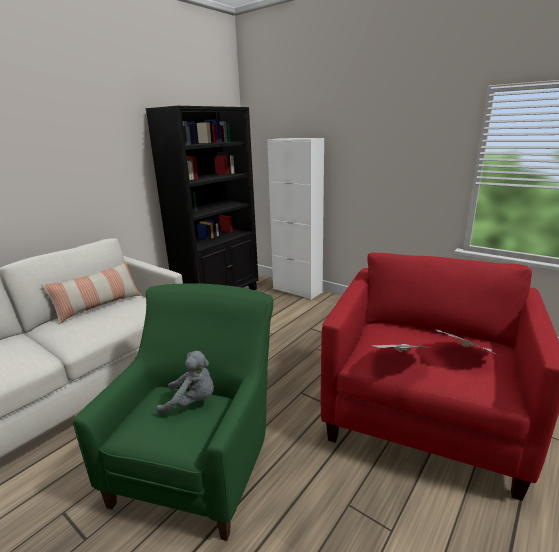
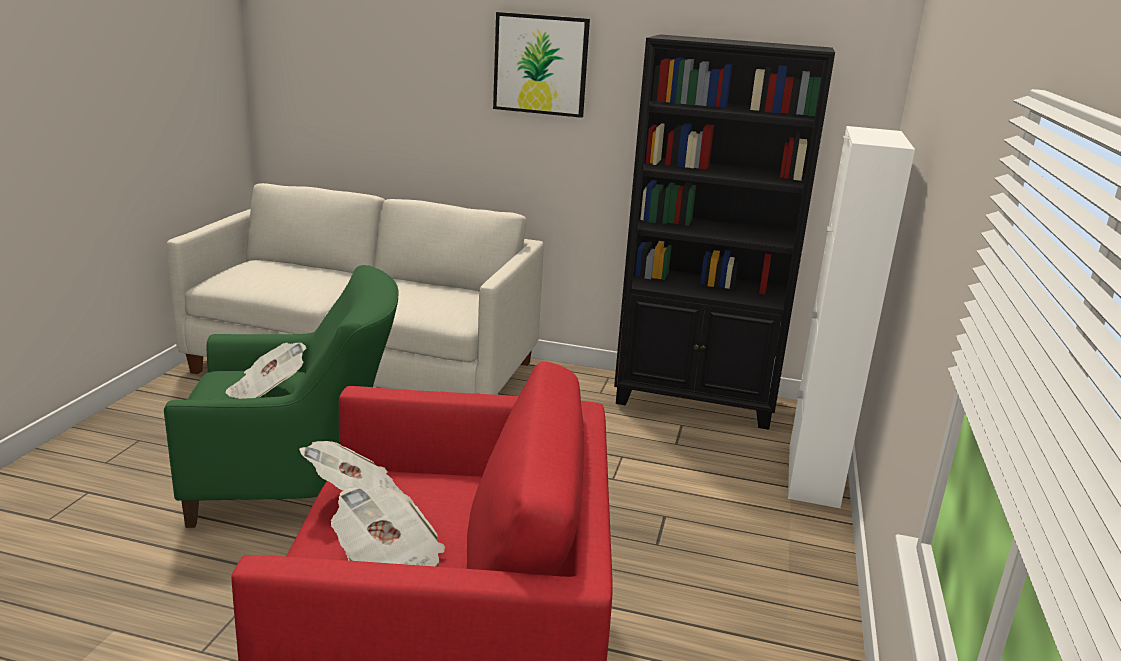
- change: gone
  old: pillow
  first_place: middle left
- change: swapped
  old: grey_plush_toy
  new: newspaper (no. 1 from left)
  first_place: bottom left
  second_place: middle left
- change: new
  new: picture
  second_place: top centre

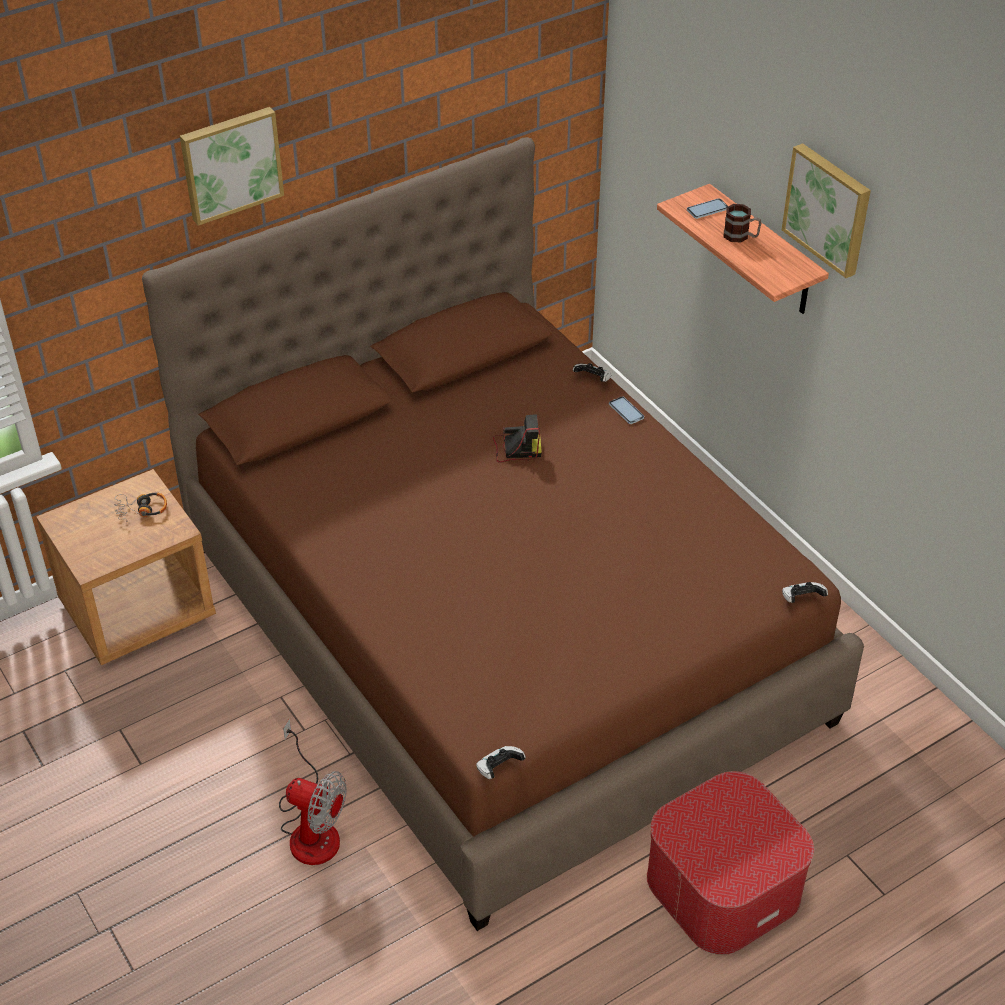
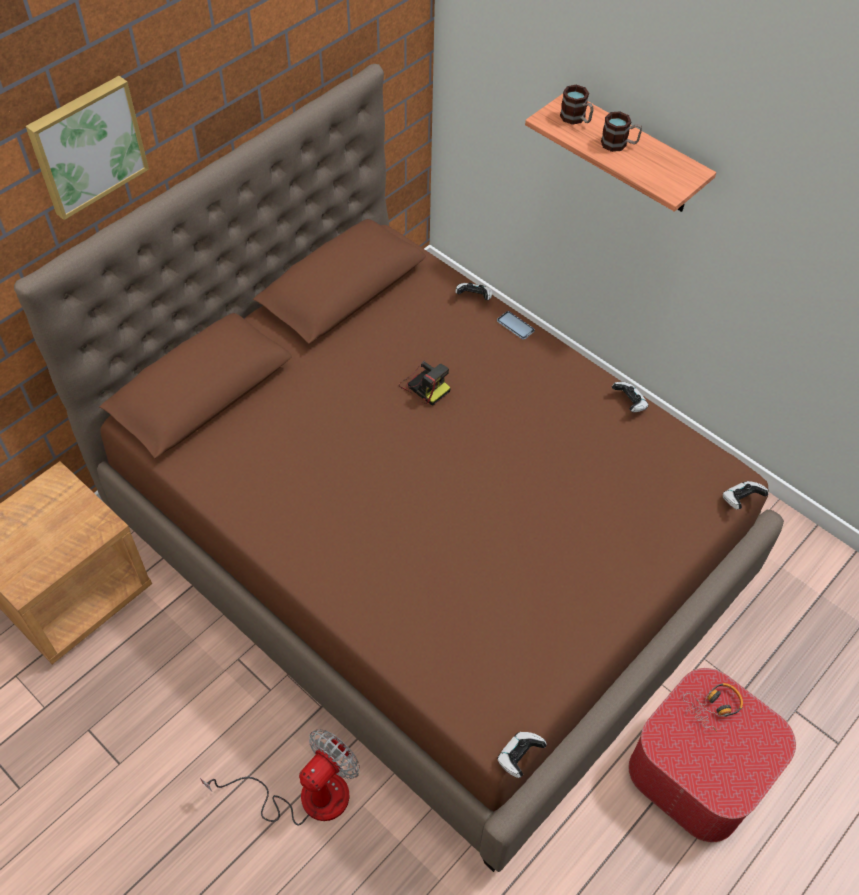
- change: gone
  old: picture (no. 2 from left)
  first_place: top right
- change: swapped
  old: phone (no. 2 from left)
  new: mug (no. 1 from left)
  first_place: top right
  second_place: top right
- change: rotated
  old: photo_camera
  first_place: centre
  second_place: centre
  degrees: 60
- change: shifted
  old: headphones
  first_place: middle left
  second_place: bottom right
- change: rotated
  old: fan
  first_place: bottom left
  second_place: bottom left
  degrees: -60
- change: new
  new: game_controller (no. 3 from left)
  second_place: middle right

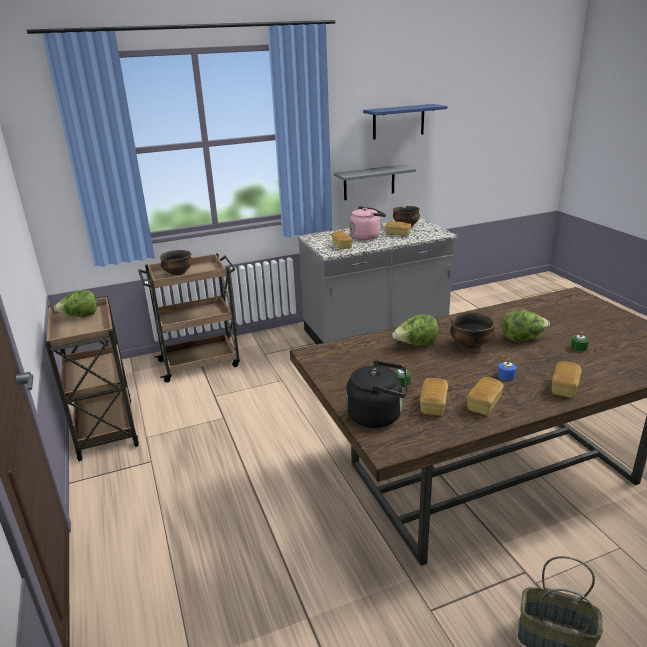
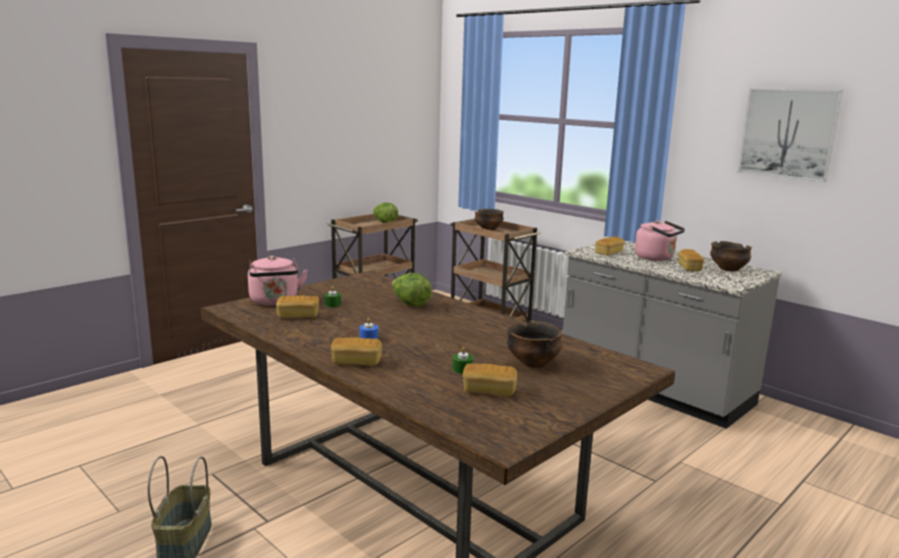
- change: swapped
  old: blue_shelf
  new: picture
  first_place: top centre
  second_place: top right
- change: gone
  old: grey_shelf
  first_place: top centre
- change: gone
  old: lettuce (no. 3 from left)
  first_place: middle right
- change: shifted
  old: bowl (no. 3 from left in the first image)
  new: bowl (no. 2 from left)
  first_place: middle right
  second_place: centre
- change: repainted
  old: black_kettle
  new: pink_kettle (no. 1 from left)
  first_place: centre
  second_place: middle left
- change: shifted
  old: bread (no. 4 from left in the first image)
  new: bread (no. 3 from left)
  first_place: middle right
  second_place: bottom centre

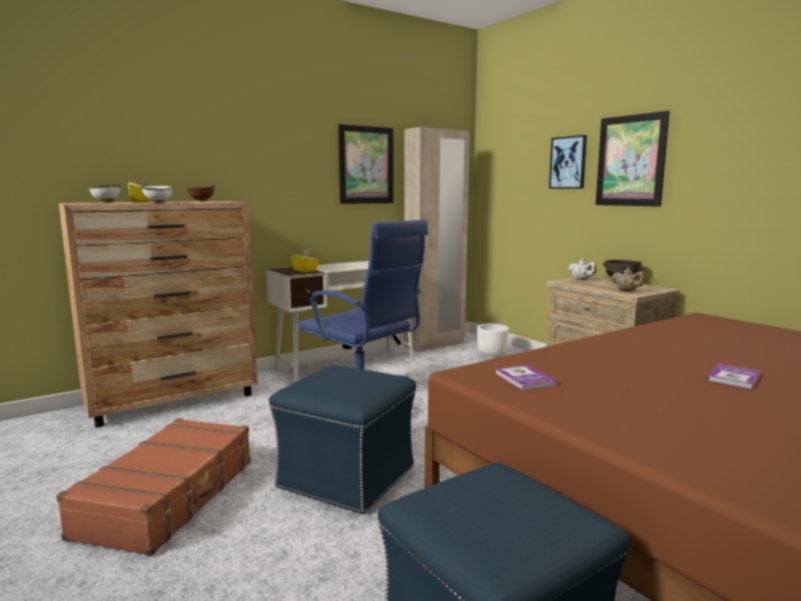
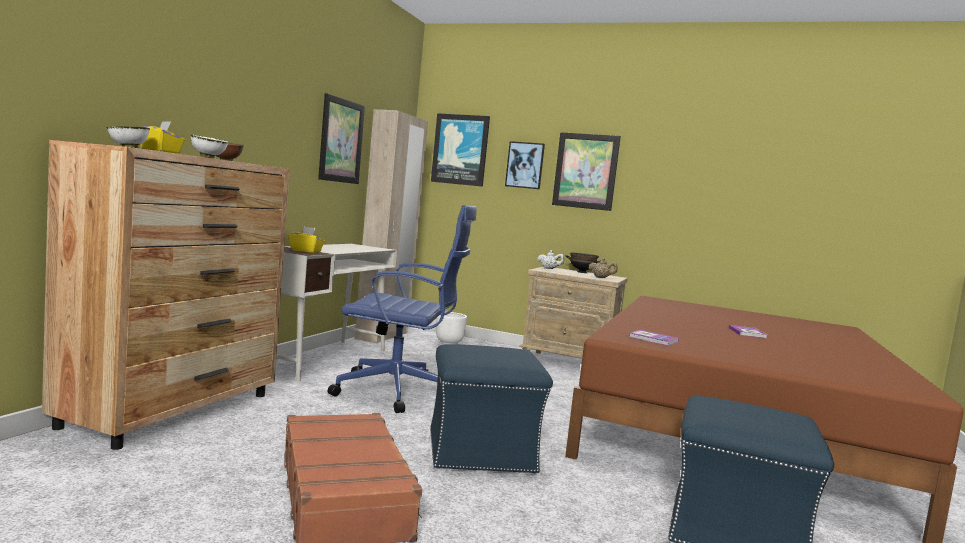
- change: new
  new: picture (no. 2 from left)
  second_place: top centre

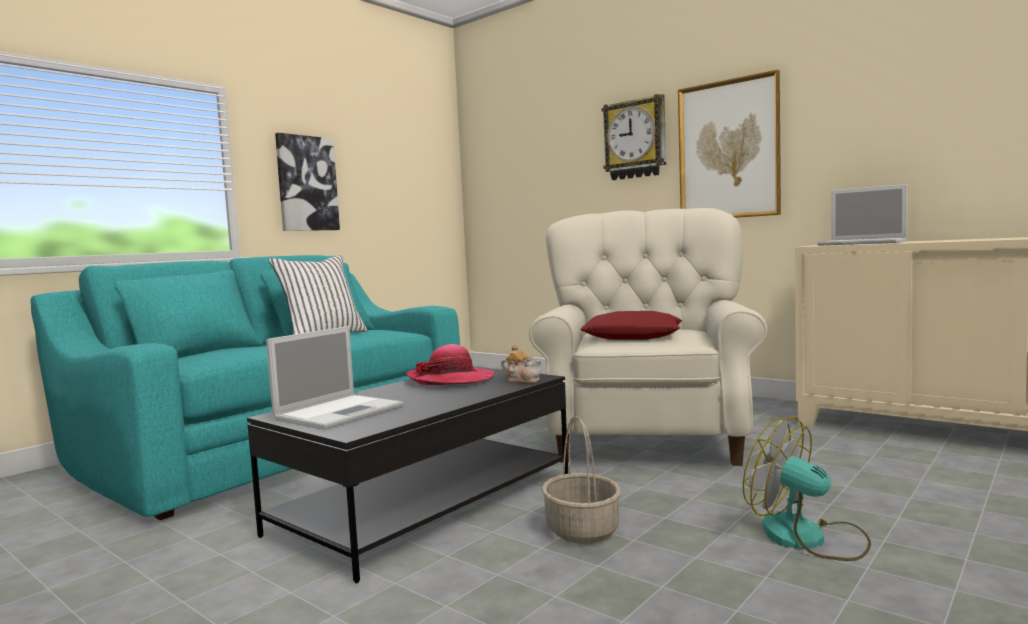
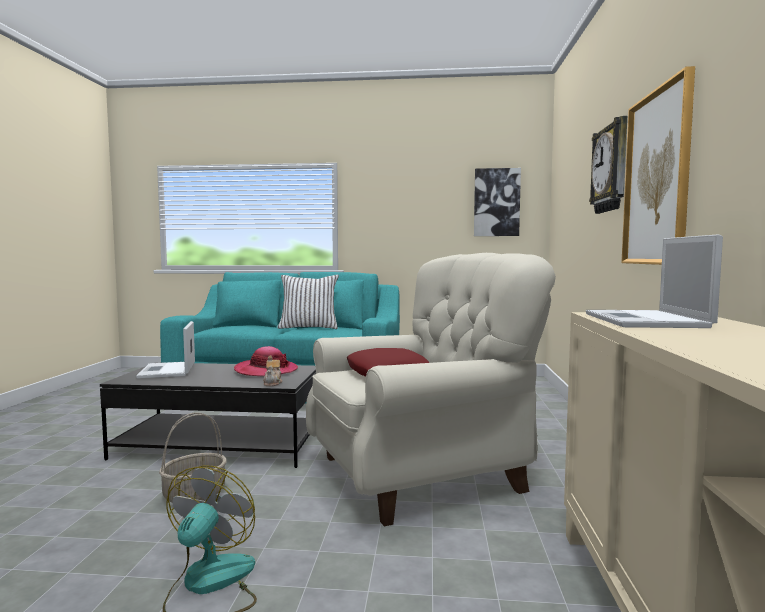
- change: shifted
  old: picture (no. 1 from left)
  first_place: top left
  second_place: top centre
- change: rotated
  old: laptop (no. 1 from left)
  first_place: middle left
  second_place: middle left
  degrees: 75

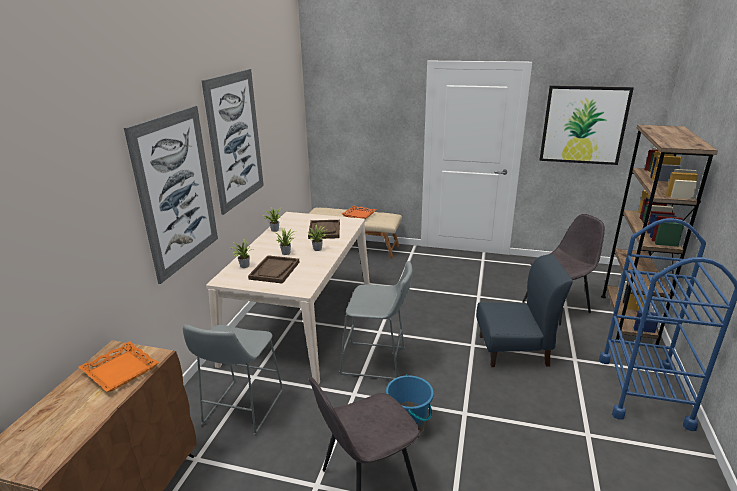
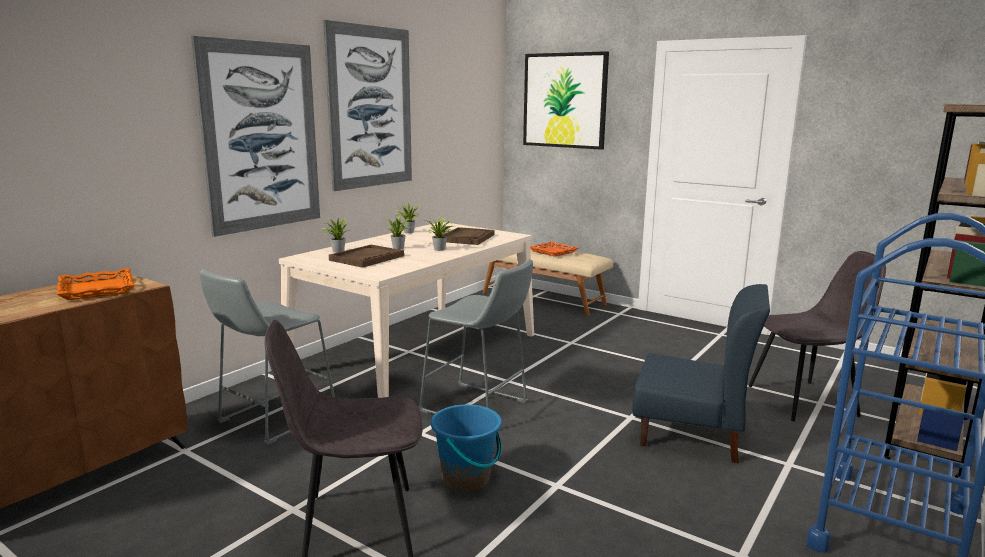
- change: shifted
  old: picture (no. 3 from left)
  first_place: top right
  second_place: top centre

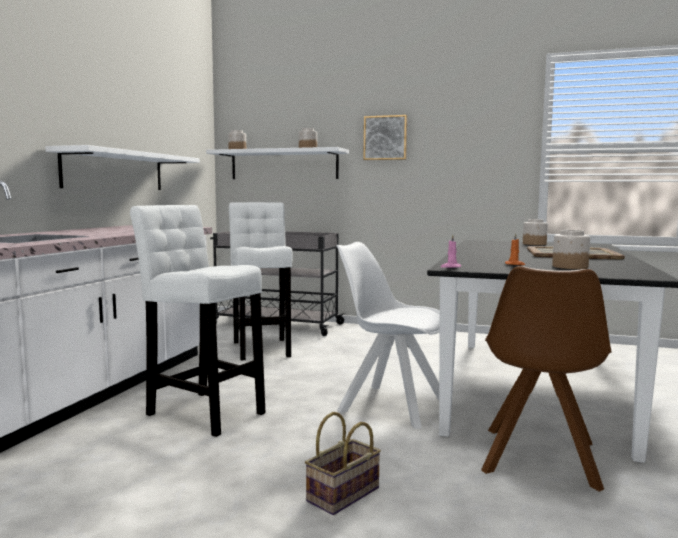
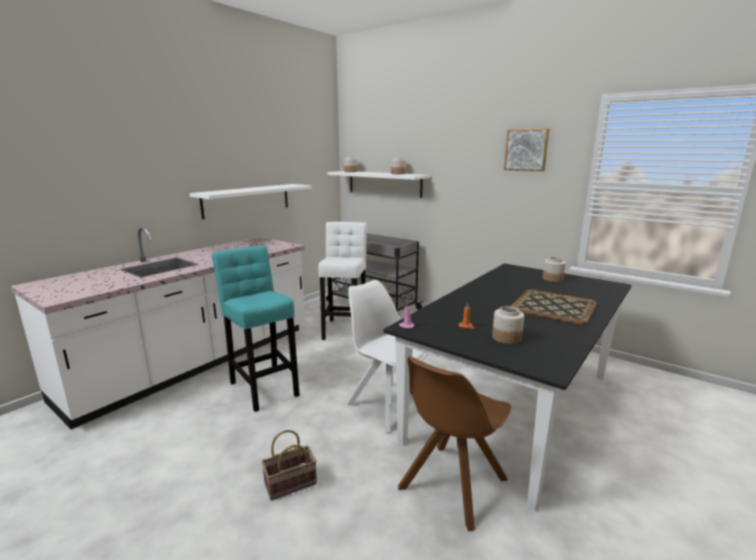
- change: shifted
  old: picture
  first_place: top centre
  second_place: top right
- change: repainted
  old: white_stool (no. 1 from left)
  new: turquoise_stool
  first_place: middle left
  second_place: centre

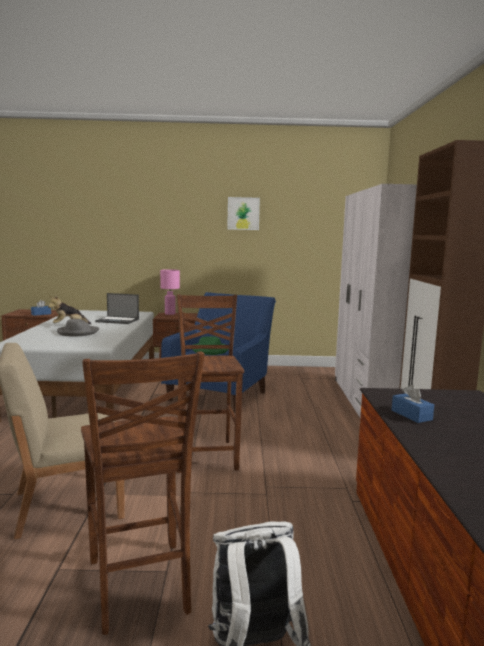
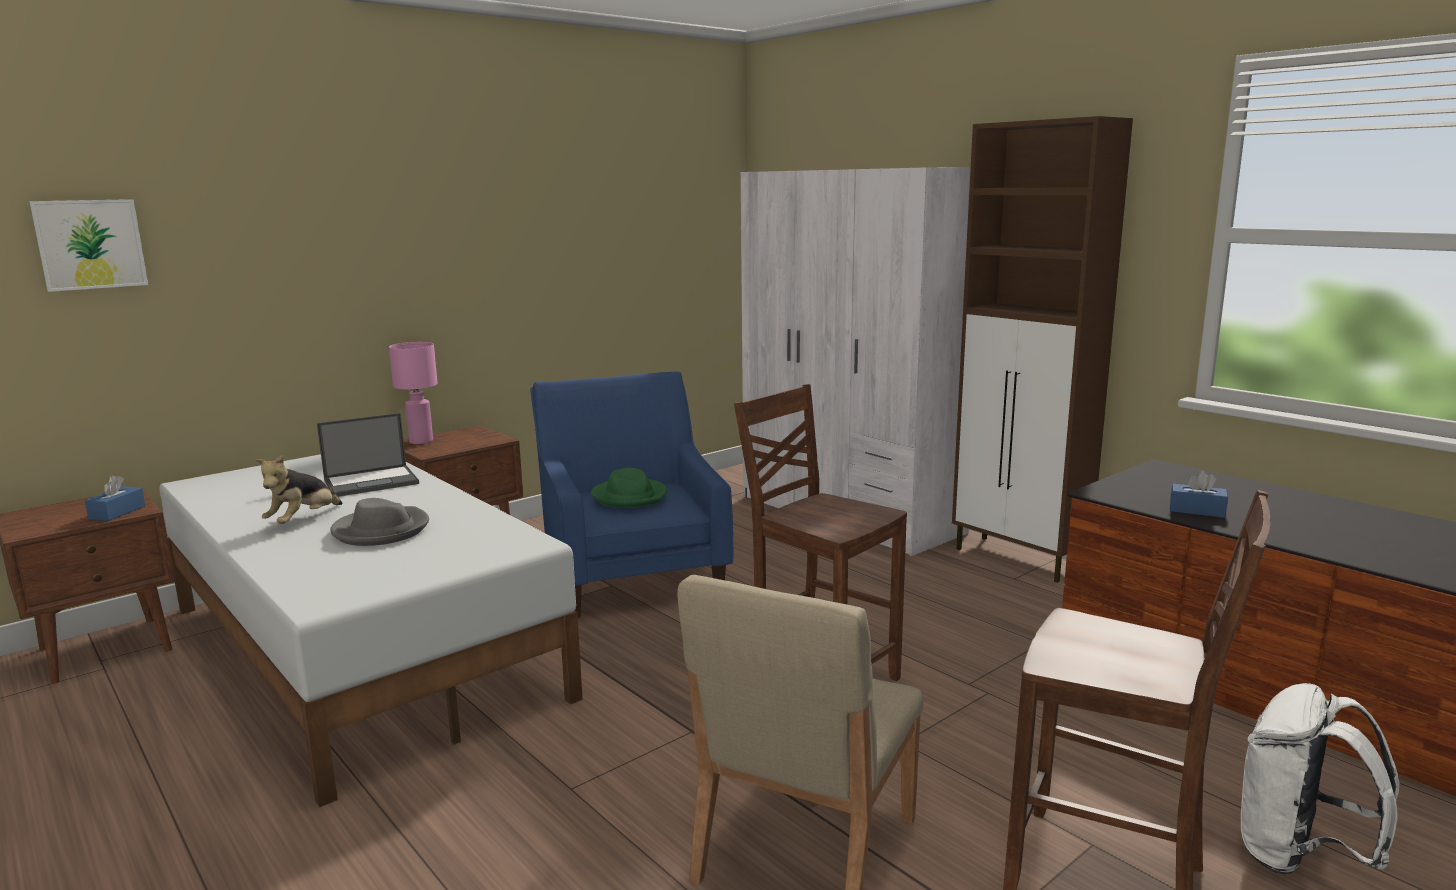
- change: shifted
  old: picture
  first_place: top centre
  second_place: top left

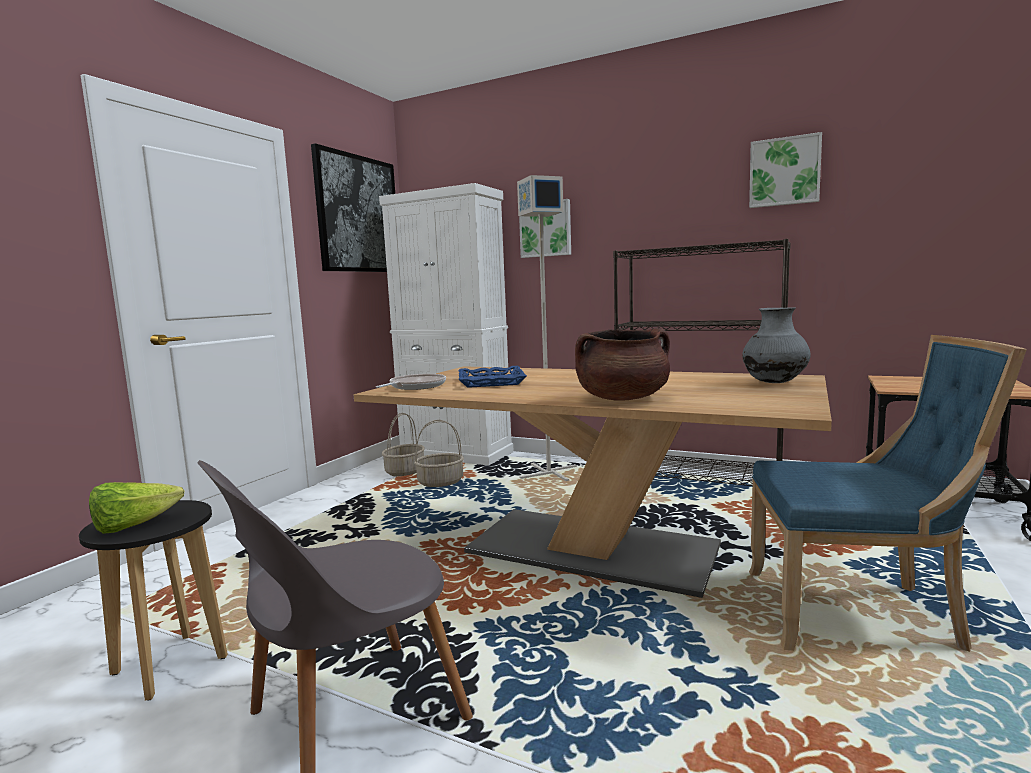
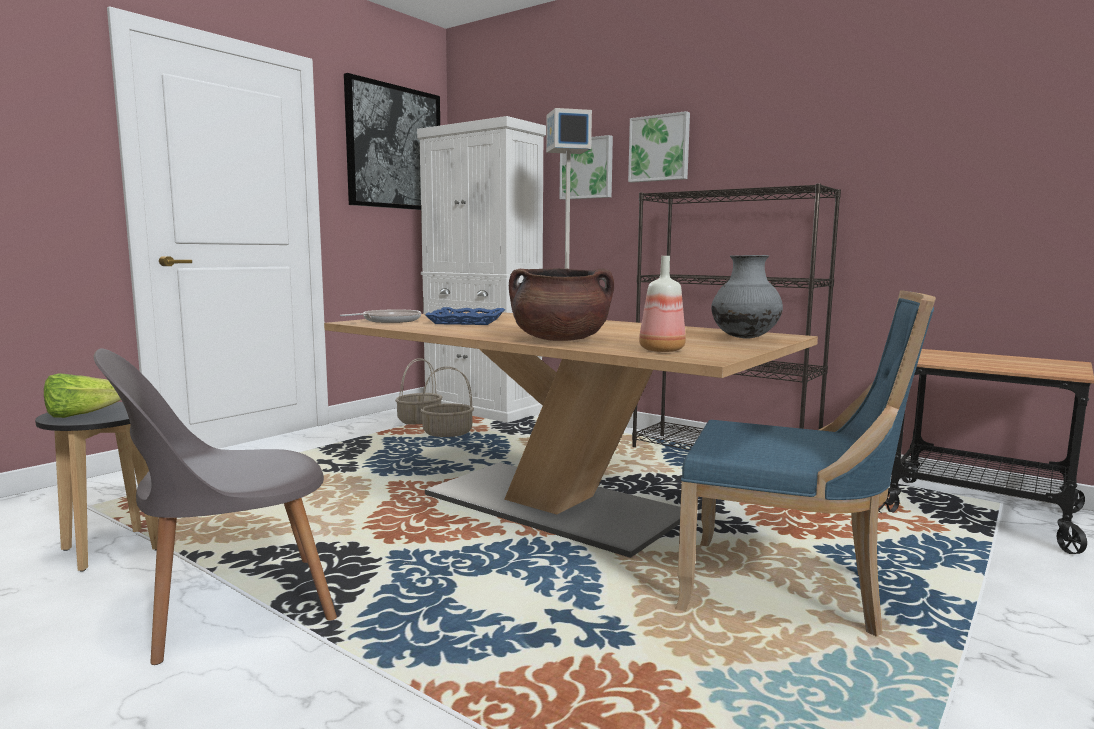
- change: shifted
  old: picture (no. 3 from left)
  first_place: top right
  second_place: top centre
- change: new
  new: bottle
  second_place: centre

